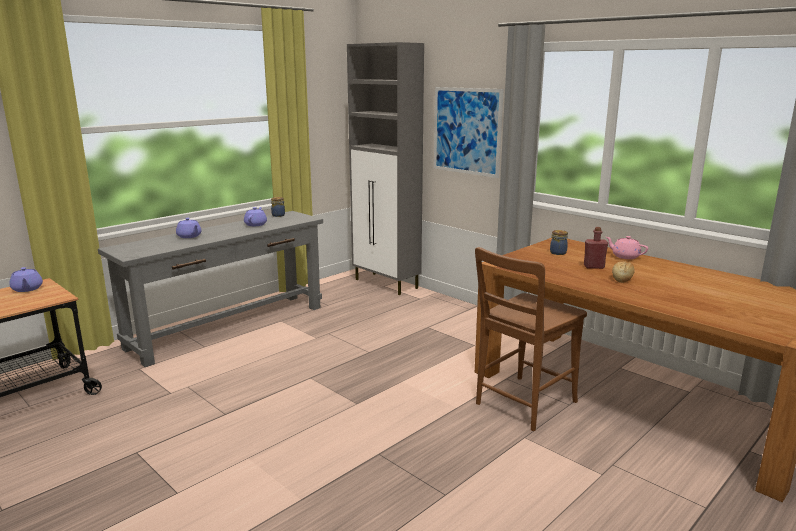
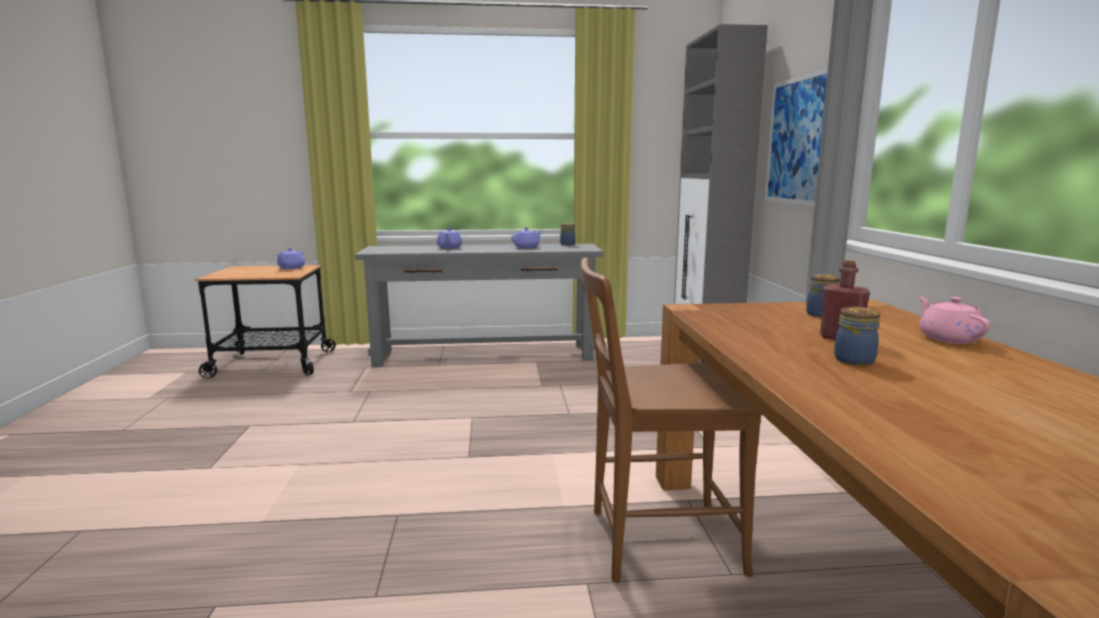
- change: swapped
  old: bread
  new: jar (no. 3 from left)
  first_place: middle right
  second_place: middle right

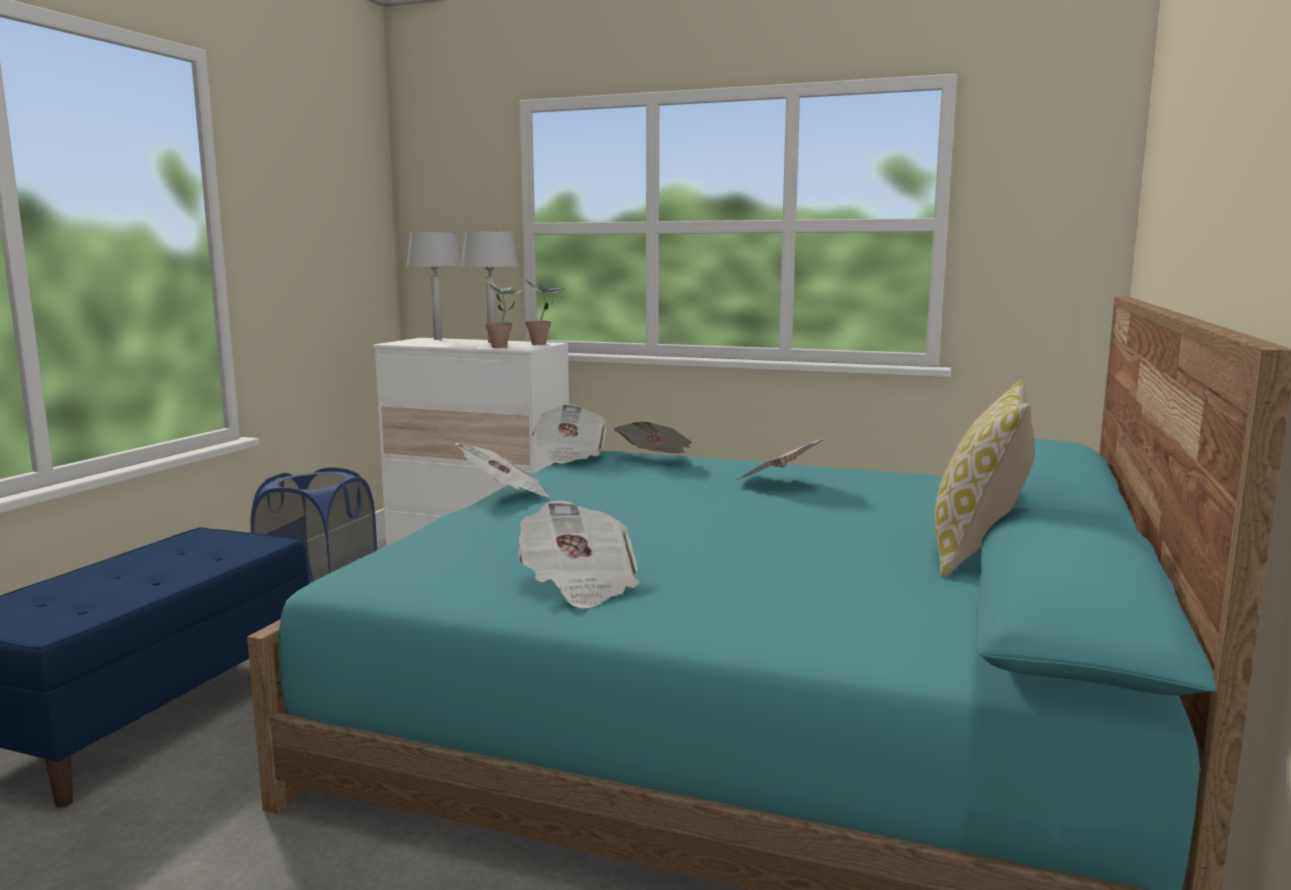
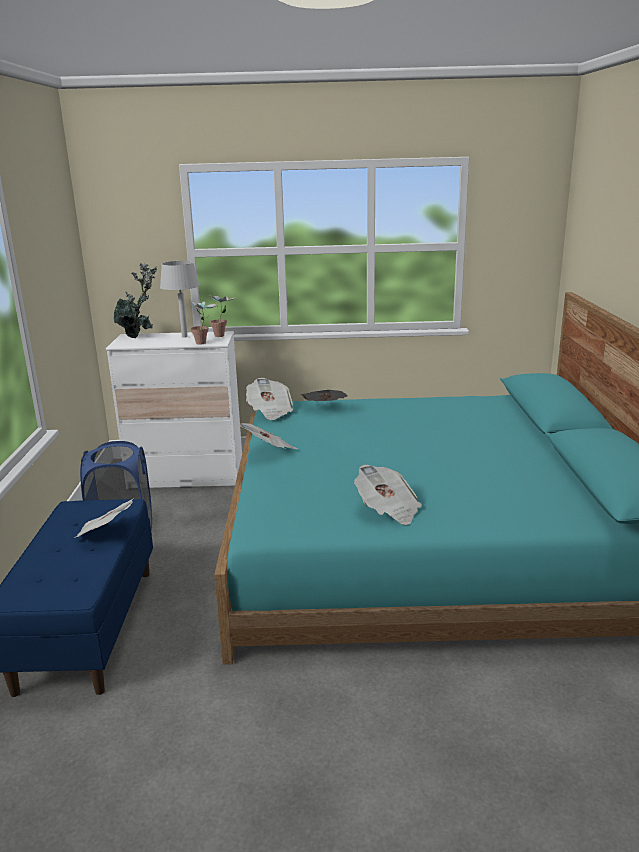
- change: swapped
  old: grey_table_lamp (no. 1 from left)
  new: potted_plant (no. 1 from left)
  first_place: top centre
  second_place: middle left
- change: gone
  old: pillow
  first_place: middle right
- change: shifted
  old: newspaper (no. 5 from left in the first image)
  new: newspaper (no. 1 from left)
  first_place: centre
  second_place: middle left

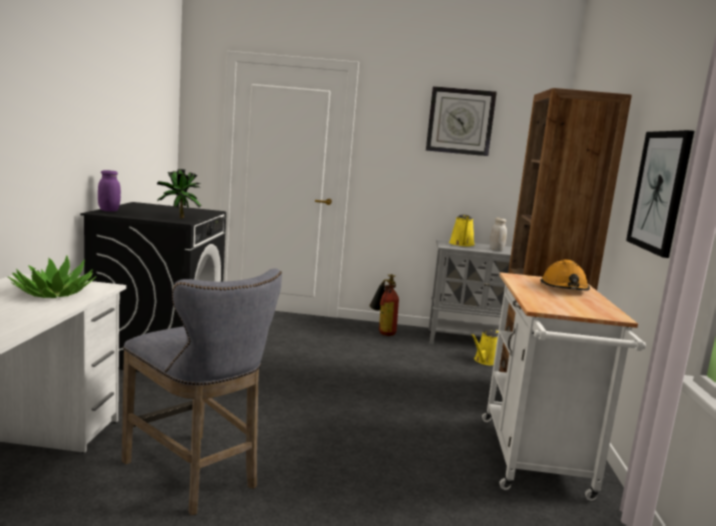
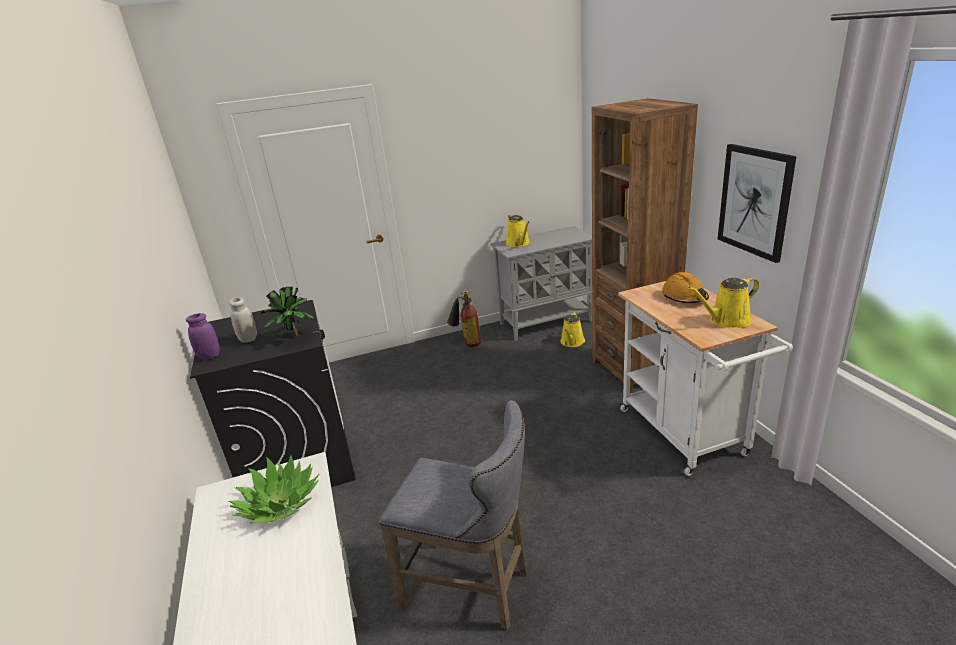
- change: gone
  old: wall_clock
  first_place: top centre
- change: shifted
  old: white_jar
  first_place: middle right
  second_place: middle left
- change: new
  new: yellow_watering_can (no. 3 from left)
  second_place: middle right

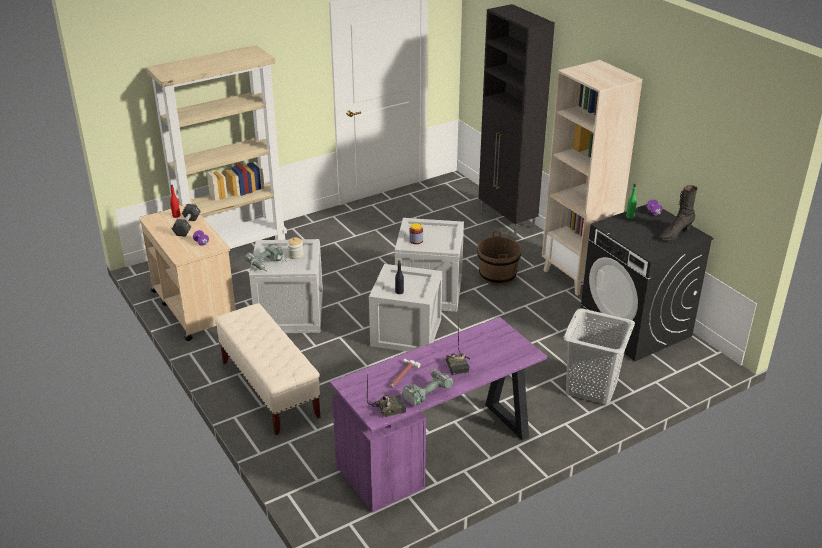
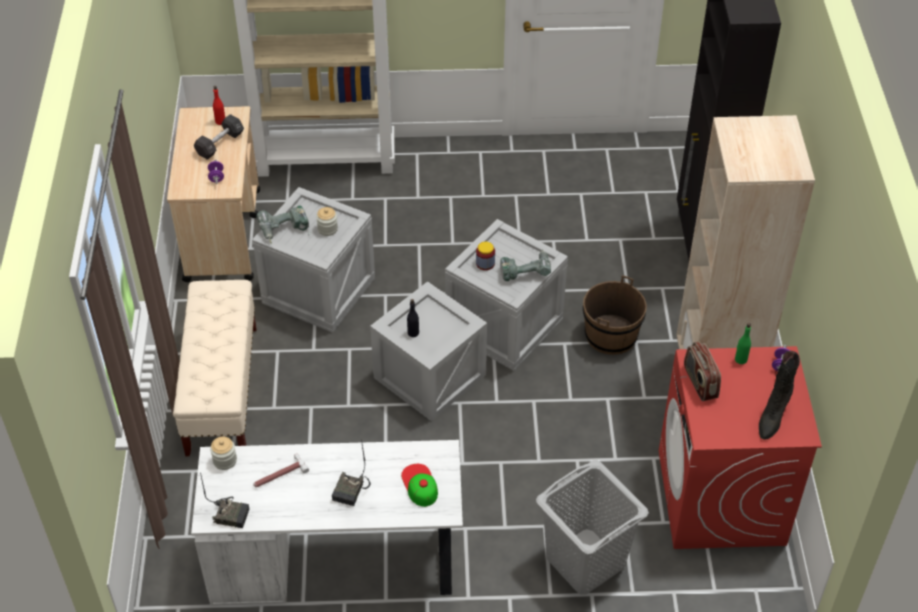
- change: rotated
  old: black_boot
  first_place: middle right
  second_place: middle right
  degrees: -60
- change: repainted
  old: black_washing_machine
  new: red_washing_machine
  first_place: middle right
  second_place: bottom right
- change: repainted
  old: purple_desk
  new: white_desk
  first_place: bottom centre
  second_place: bottom centre
- change: shifted
  old: power_drill (no. 2 from left)
  first_place: bottom centre
  second_place: centre
- change: new
  new: radio (no. 3 from left)
  second_place: middle right
- change: new
  new: jar (no. 1 from left)
  second_place: bottom left
- change: new
  new: cap
  second_place: bottom centre

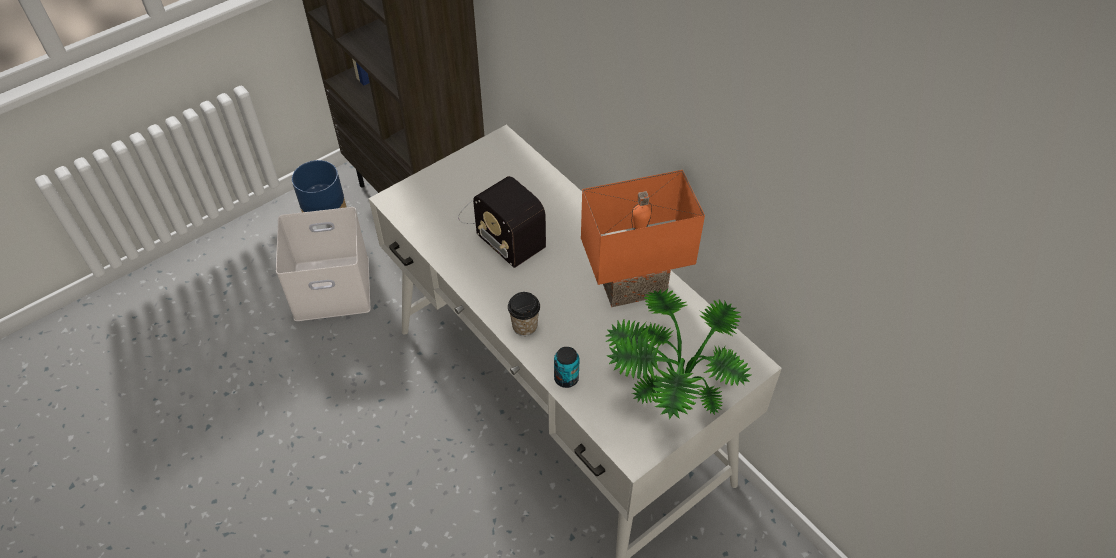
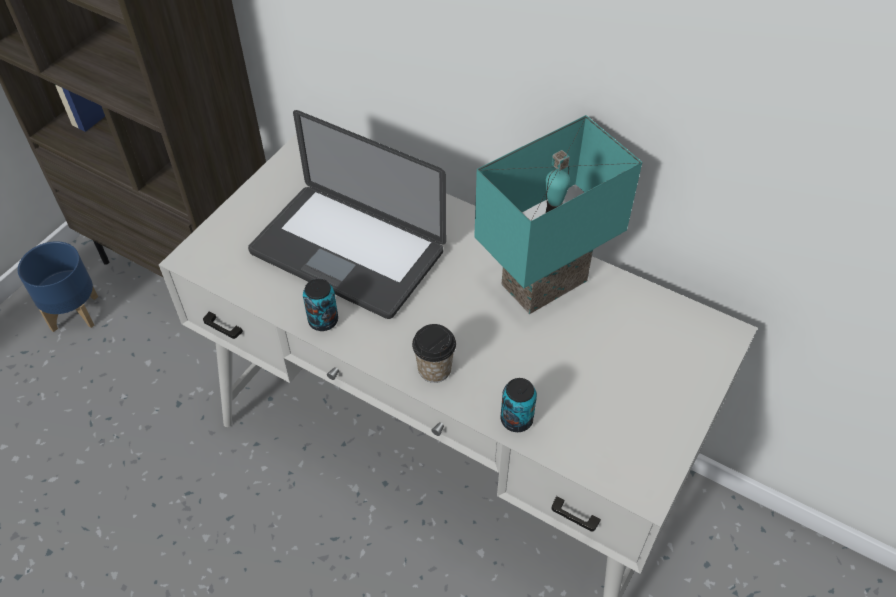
- change: repainted
  old: orange_table_lamp
  new: turquoise_table_lamp
  first_place: centre
  second_place: centre
- change: swapped
  old: radio
  new: laptop
  first_place: centre
  second_place: centre
- change: gone
  old: white_storage_box
  first_place: middle left
- change: gone
  old: potted_plant
  first_place: centre
- change: new
  new: can (no. 1 from left)
  second_place: centre

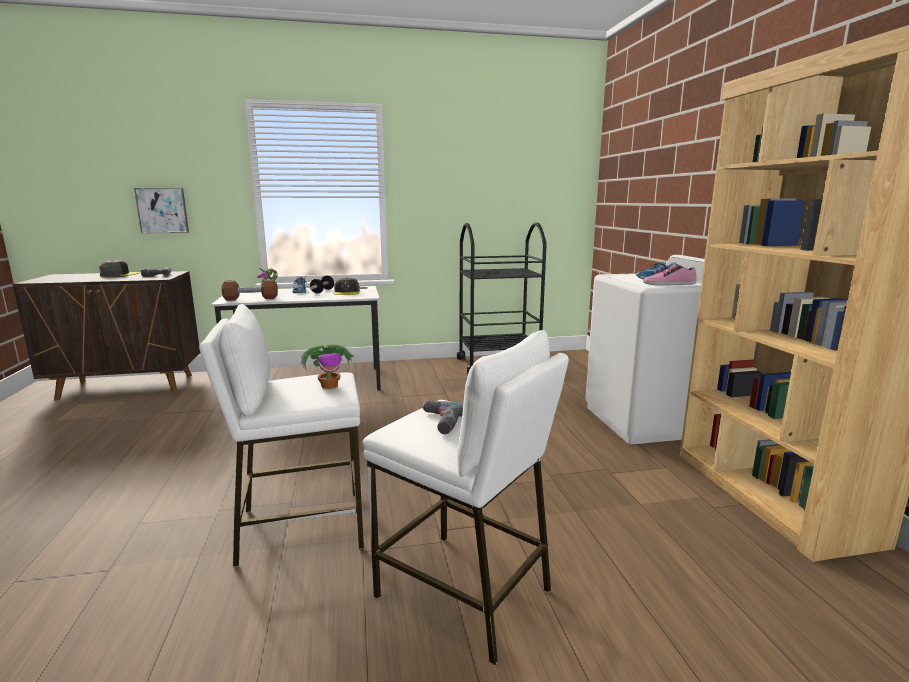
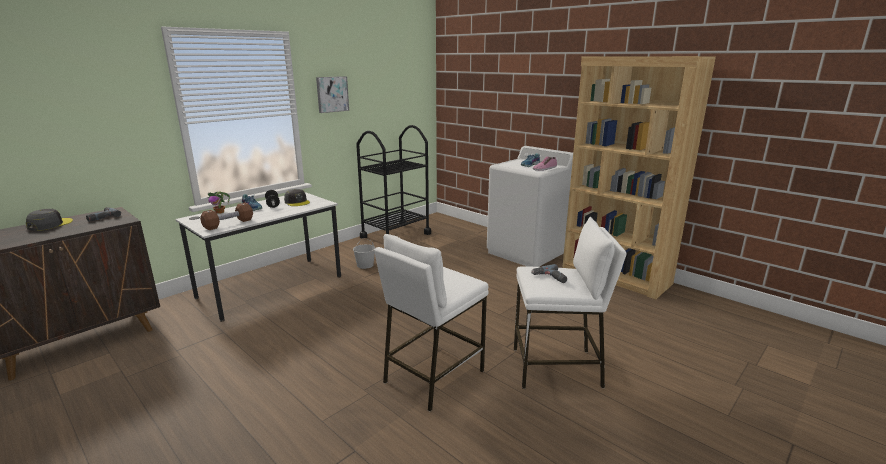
- change: shifted
  old: picture
  first_place: top left
  second_place: top centre
- change: gone
  old: potted_plant (no. 2 from left)
  first_place: centre
- change: new
  new: white_bucket
  second_place: centre

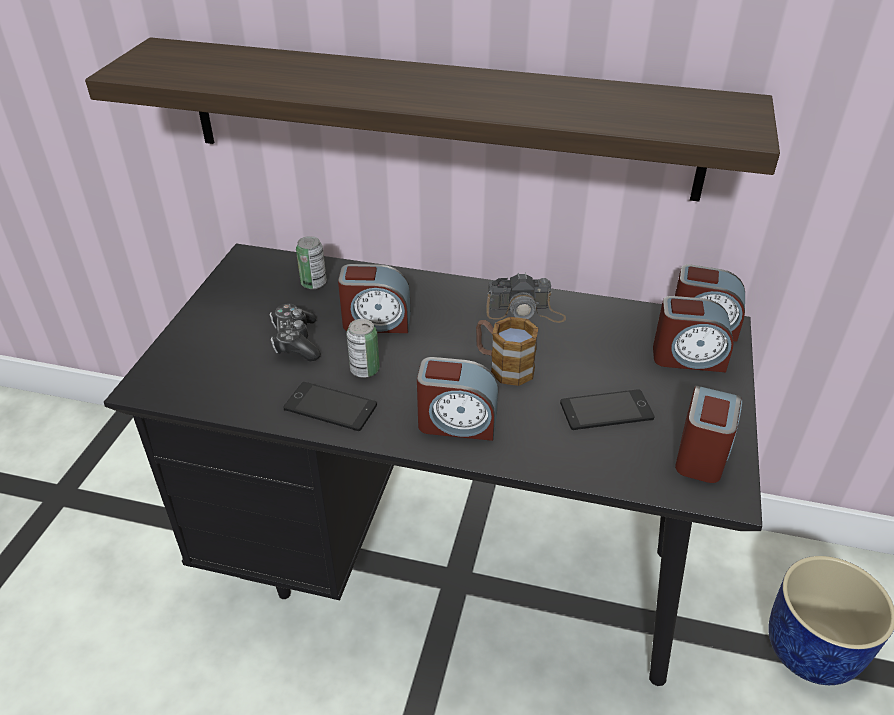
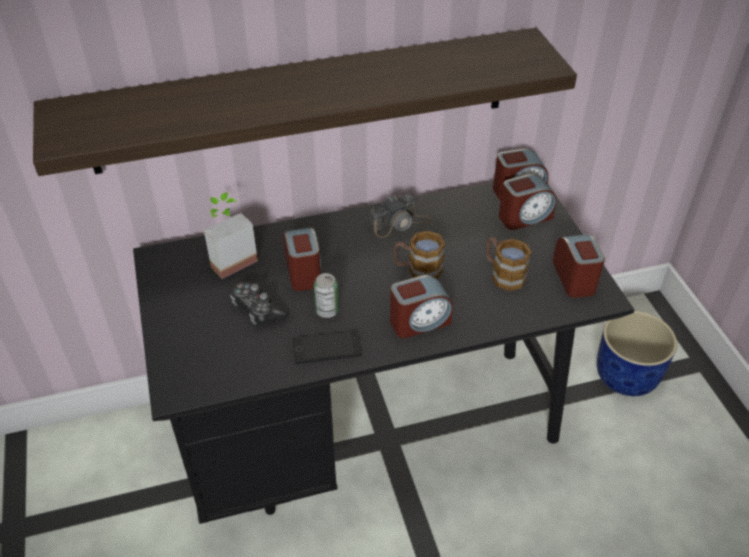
- change: swapped
  old: can (no. 1 from left)
  new: potted_plant
  first_place: centre
  second_place: middle left
- change: rotated
  old: alarm_clock (no. 1 from left)
  first_place: centre
  second_place: centre
  degrees: -75
- change: swapped
  old: phone (no. 2 from left)
  new: mug (no. 2 from left)
  first_place: middle right
  second_place: middle right

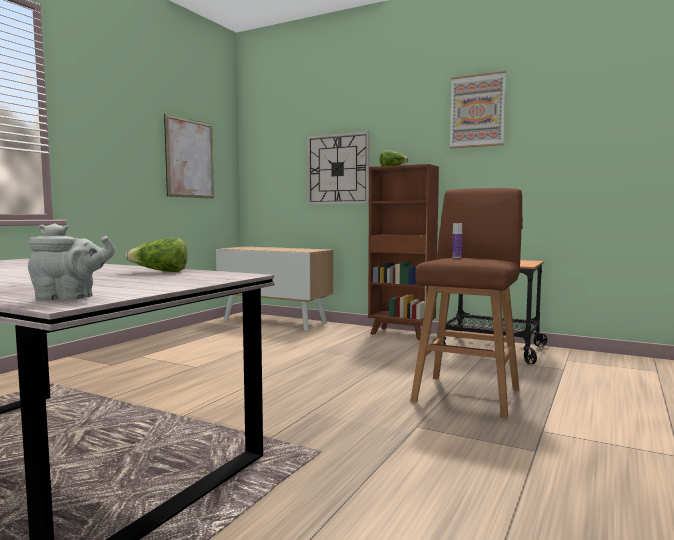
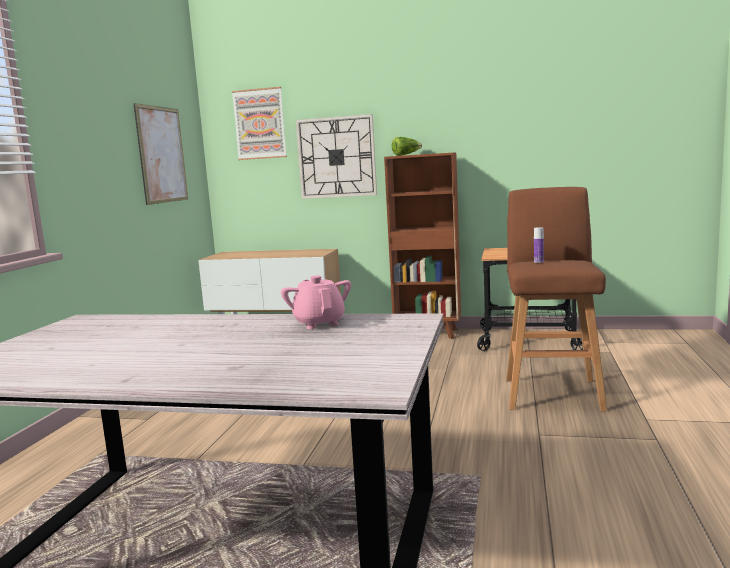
- change: shifted
  old: picture (no. 2 from left)
  first_place: top right
  second_place: top centre
- change: gone
  old: grey_teapot
  first_place: middle left
- change: swapped
  old: lettuce (no. 1 from left)
  new: pink_teapot
  first_place: middle left
  second_place: centre

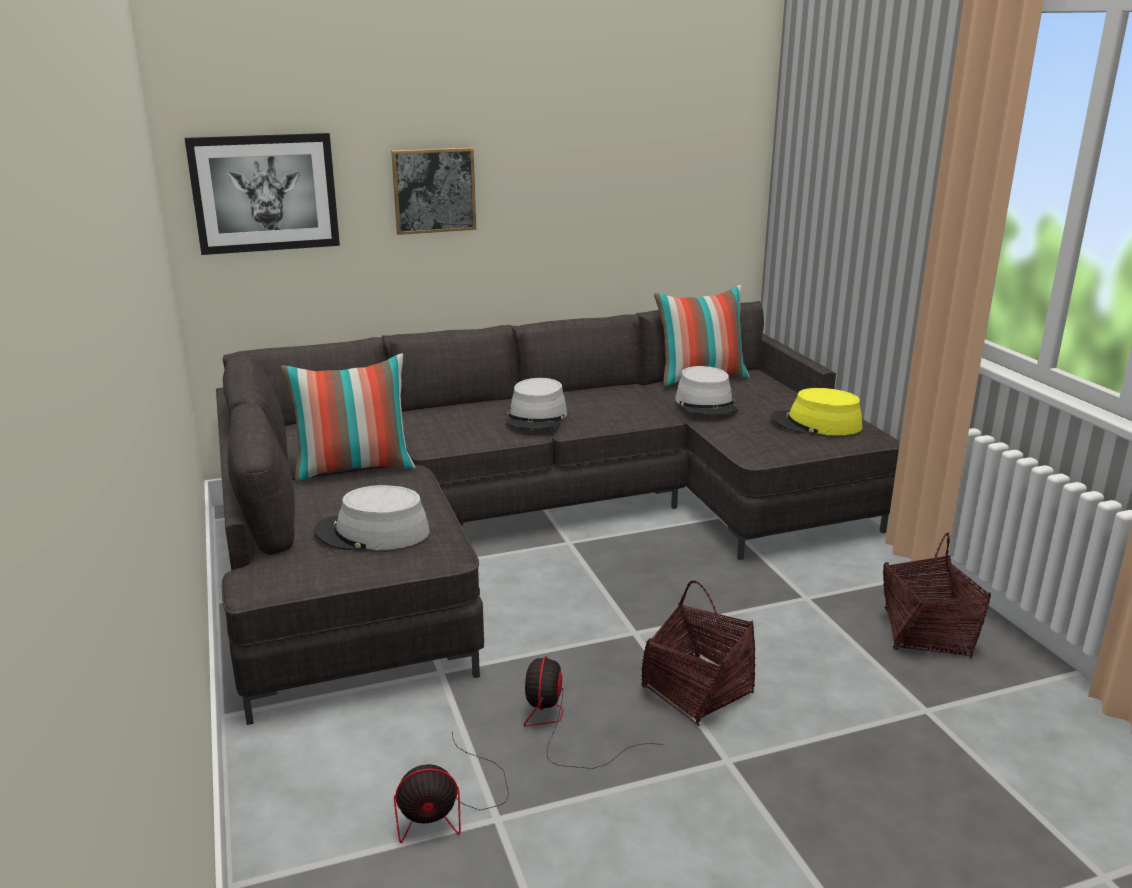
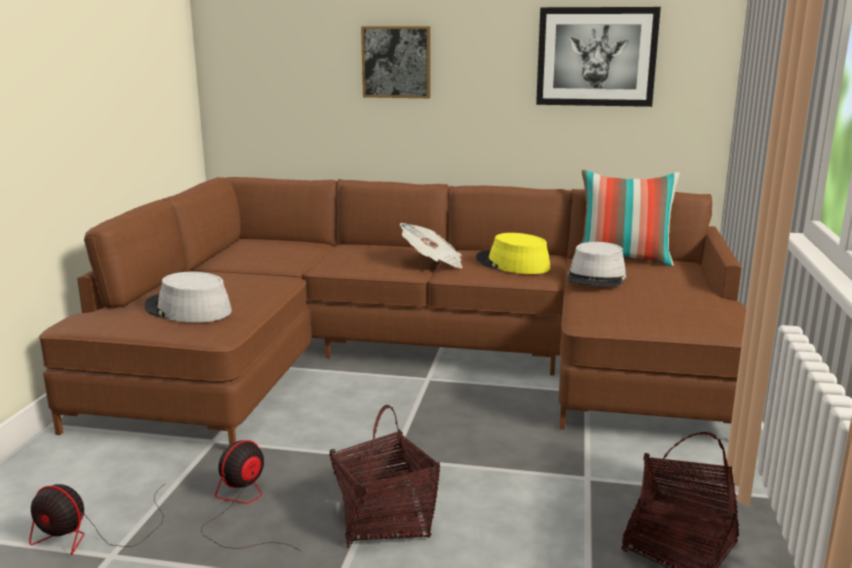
- change: shifted
  old: picture (no. 1 from left in the first image)
  new: picture (no. 2 from left)
  first_place: top left
  second_place: top right
- change: repainted
  old: grey_sofa
  new: brown_sofa
  first_place: centre
  second_place: centre
- change: gone
  old: pillow (no. 1 from left)
  first_place: middle left
- change: swapped
  old: grey_hat (no. 2 from left)
  new: newspaper
  first_place: centre
  second_place: centre
- change: shifted
  old: yellow_hat
  first_place: middle right
  second_place: centre

